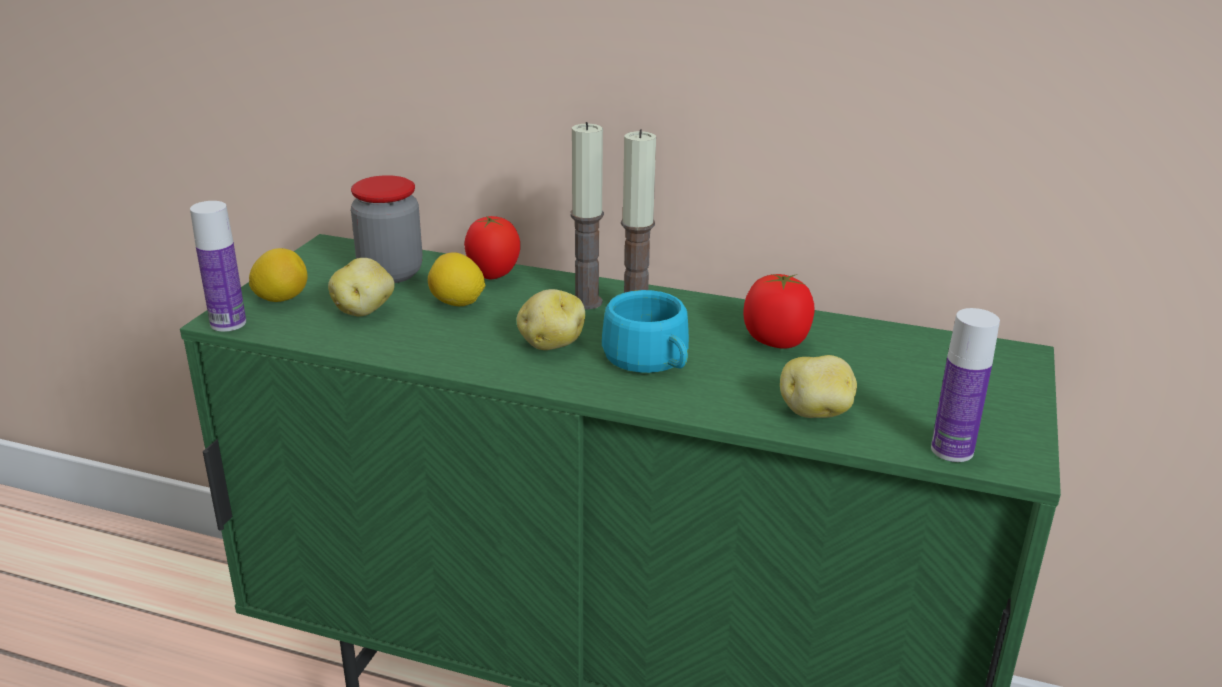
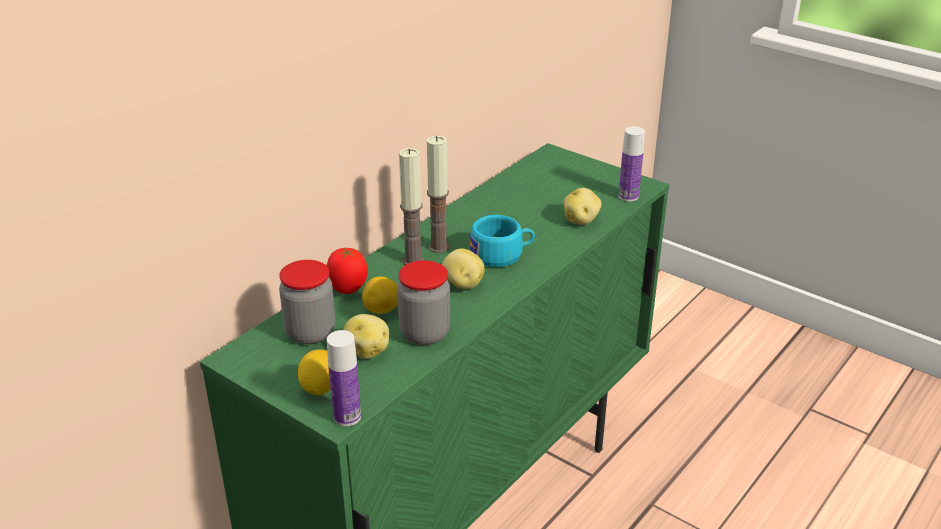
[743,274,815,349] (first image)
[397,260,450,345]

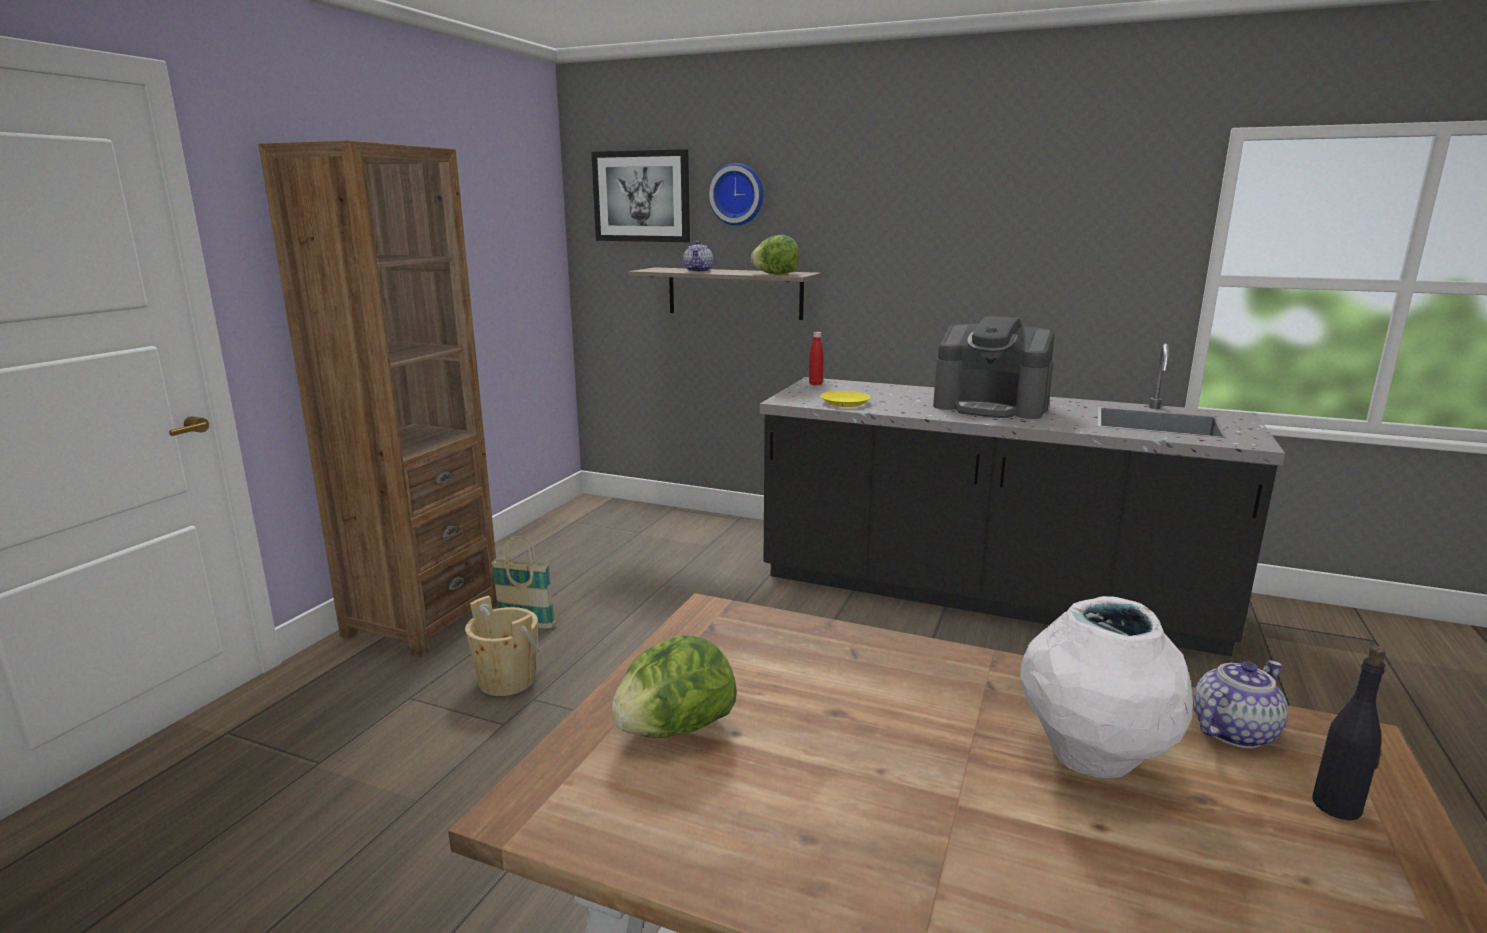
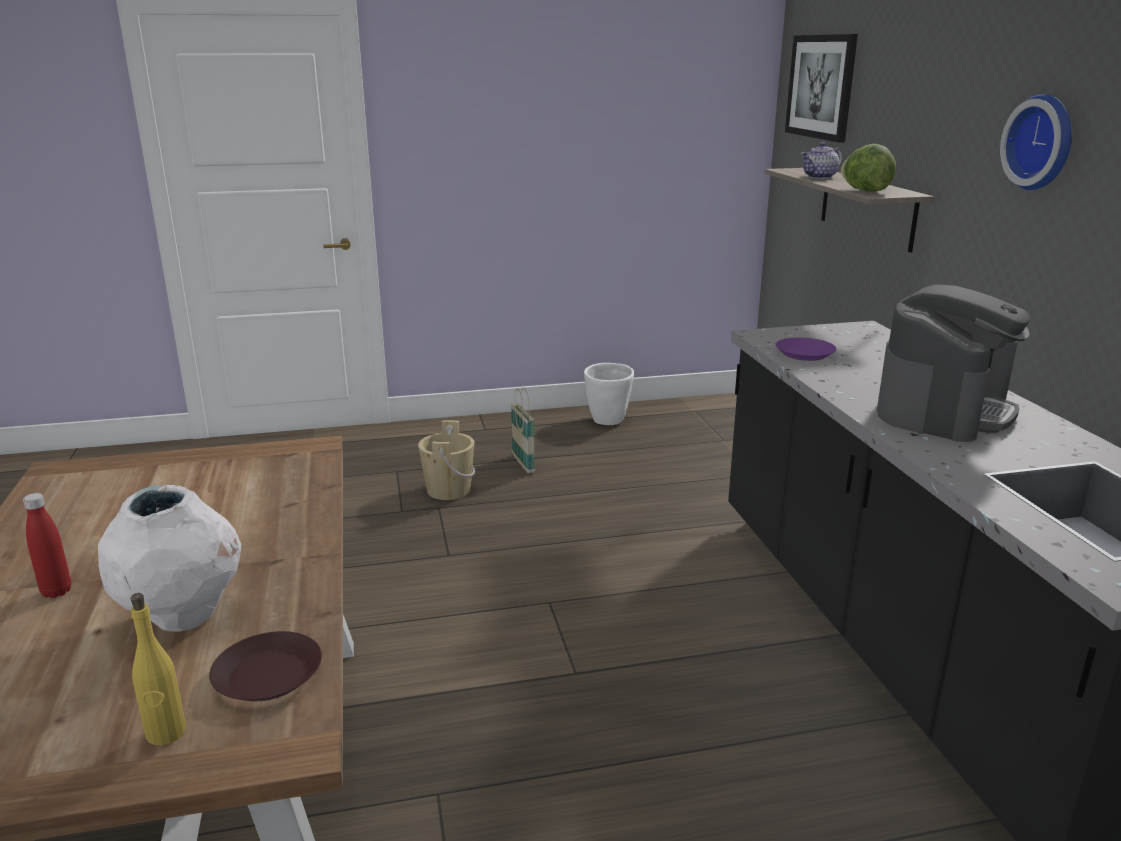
[258,140,497,657] (first image)
[611,636,737,738] (first image)
[1000,94,1072,190]
[23,493,71,598]
[775,337,836,361]
[877,284,1030,442]
[209,631,322,701]
[131,593,186,745]
[584,363,634,425]

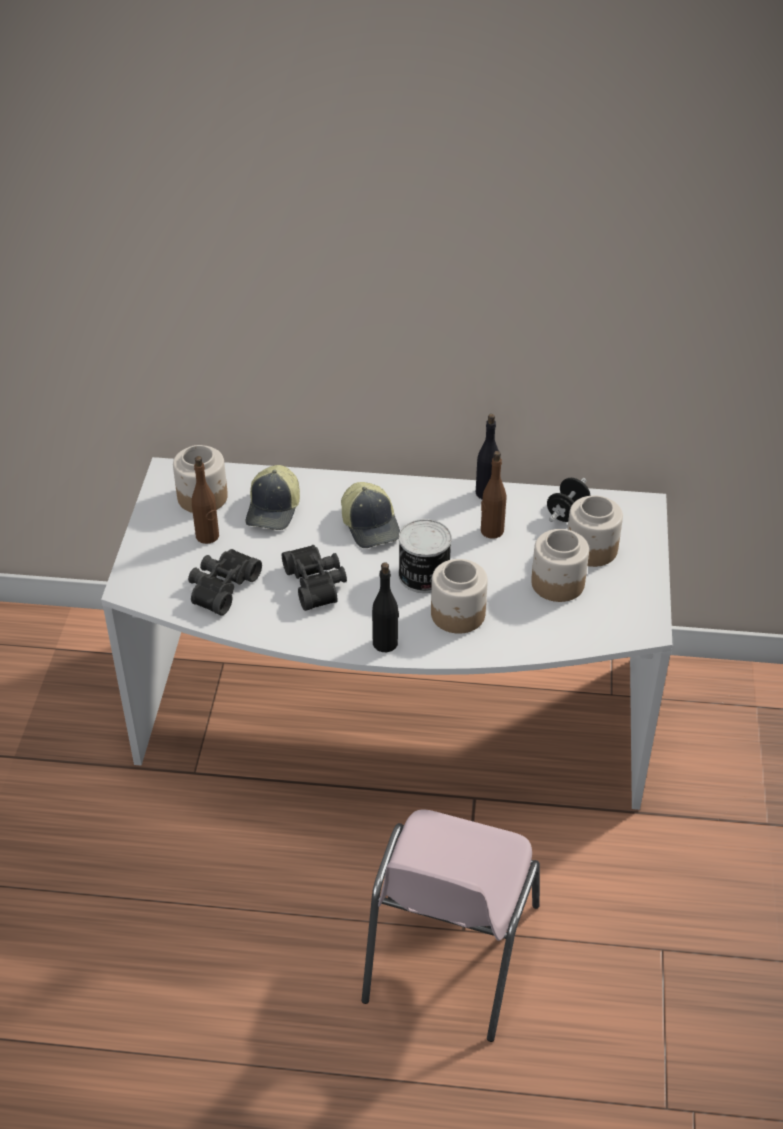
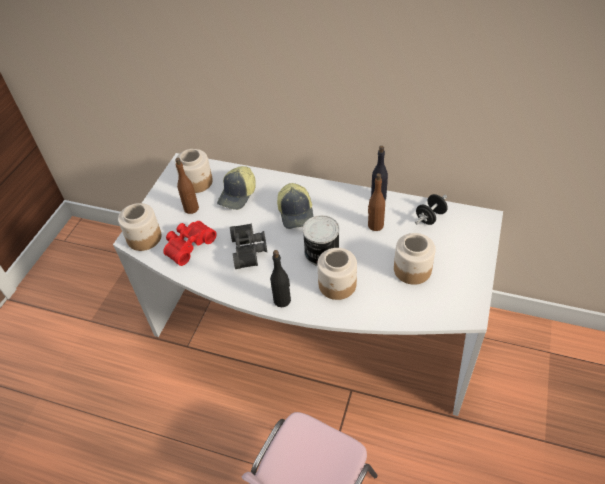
[163,221,217,266]
[118,203,161,251]

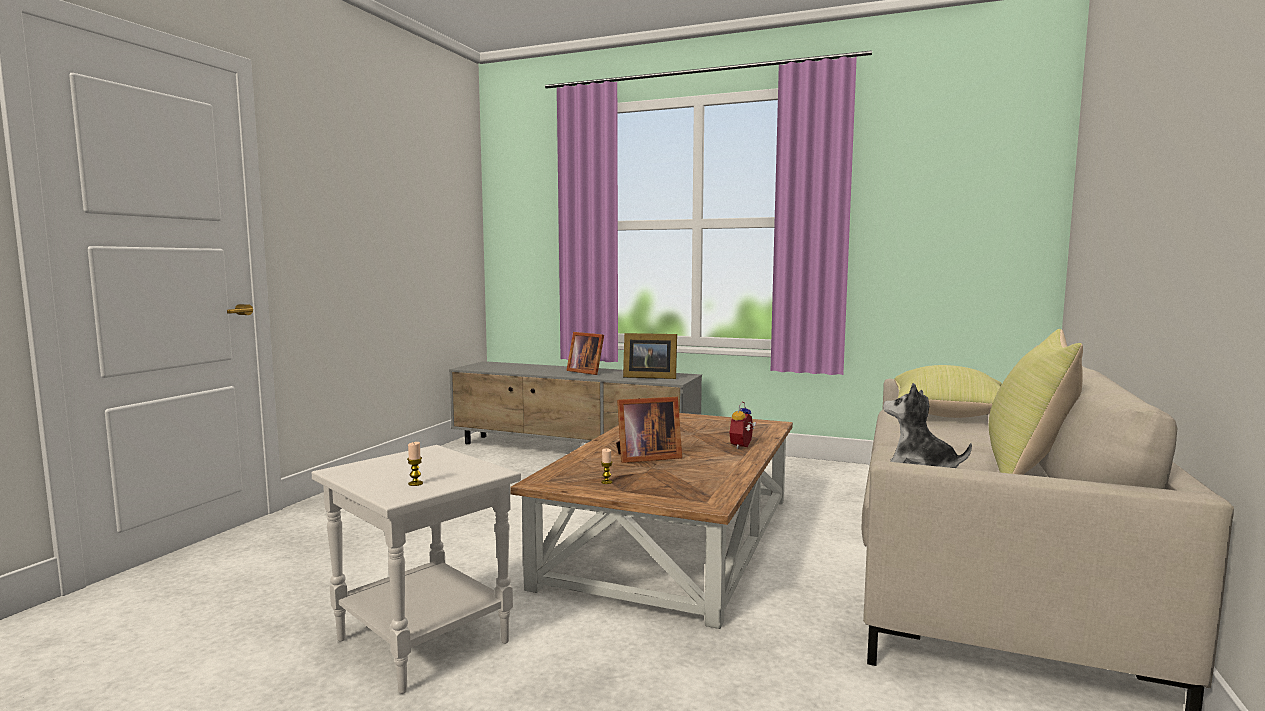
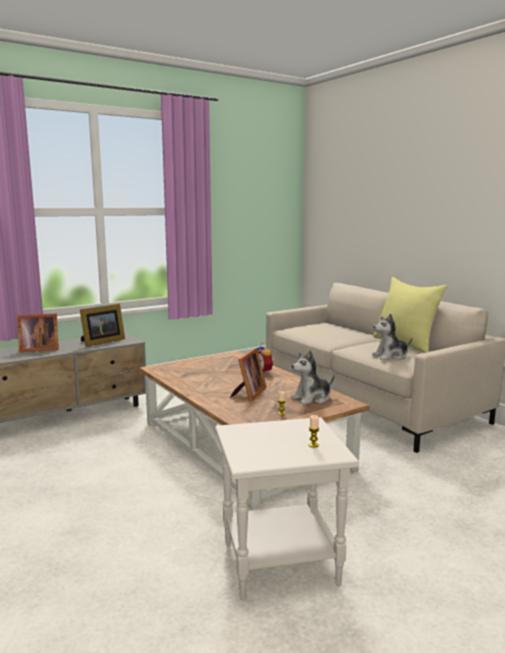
[894,365,1002,418] (first image)
[291,350,334,405]

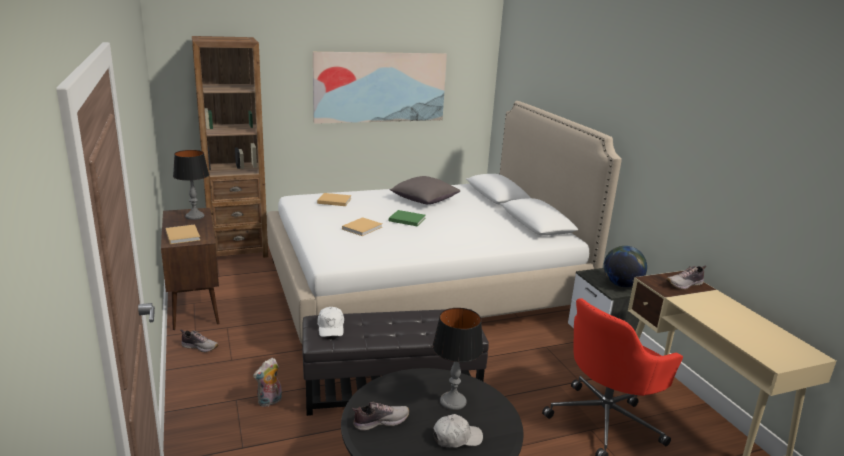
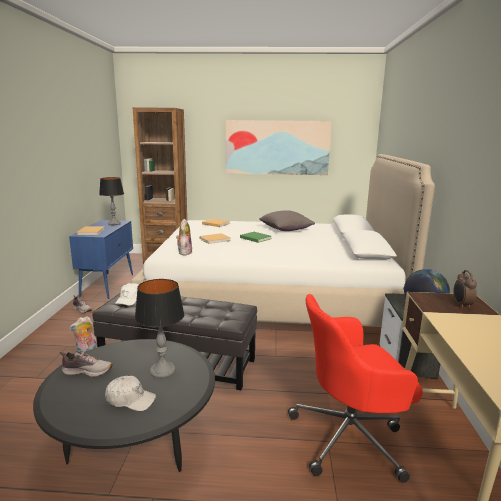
[69,220,133,299]
[453,270,477,309]
[176,219,192,255]

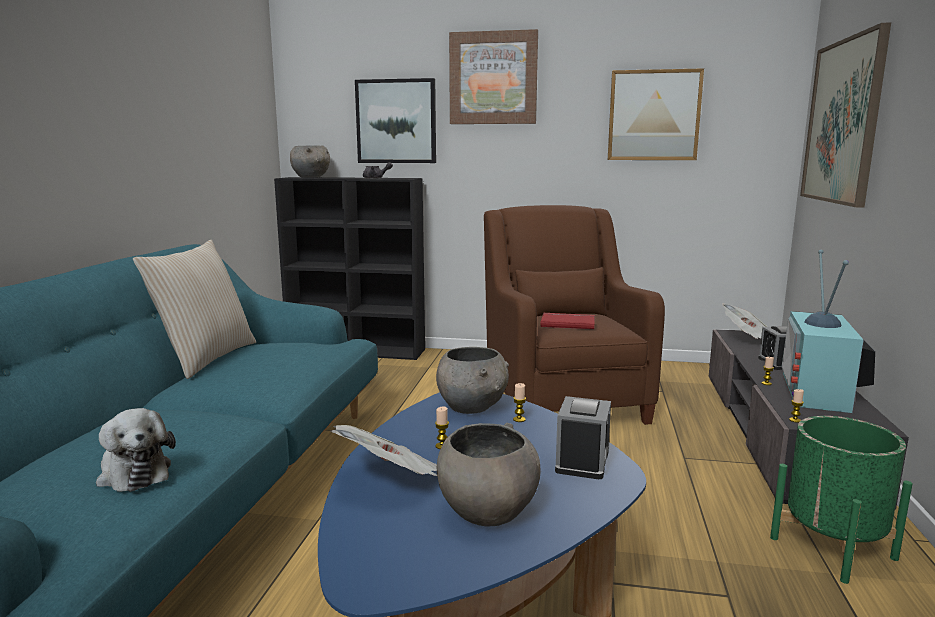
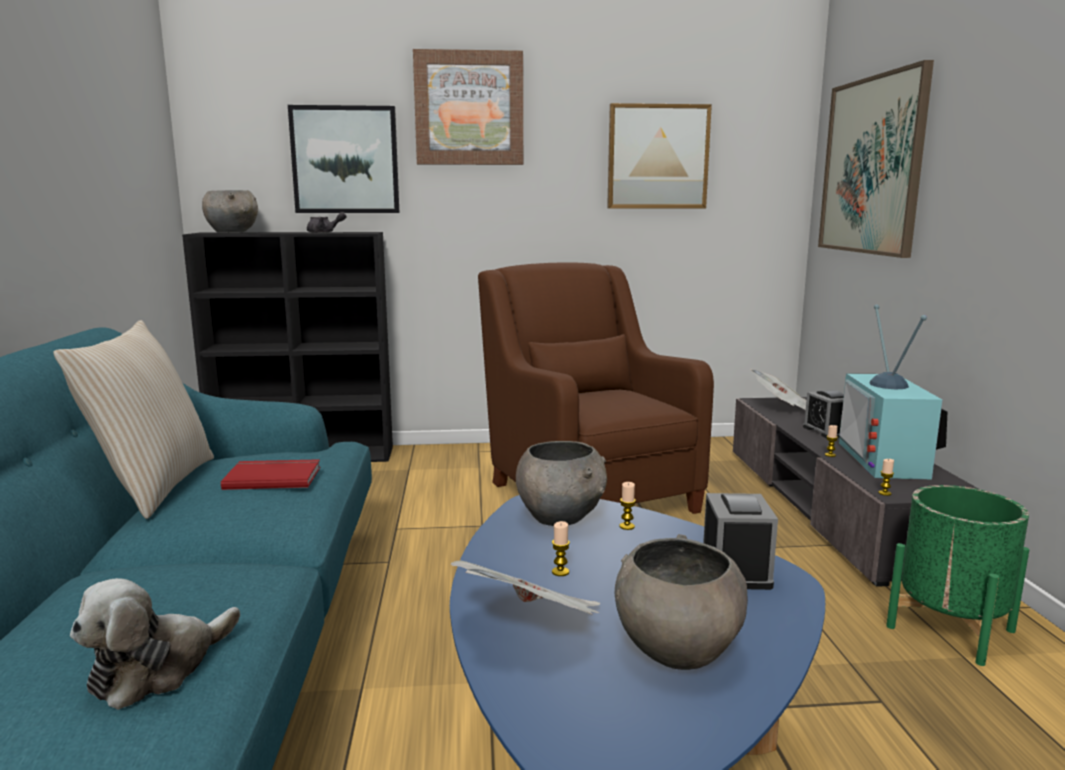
[70,578,240,710]
[221,459,320,490]

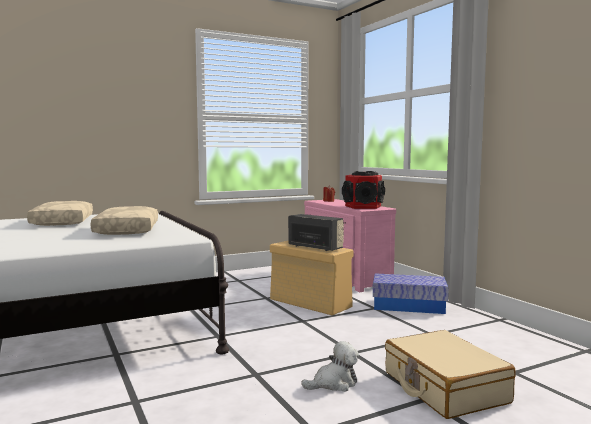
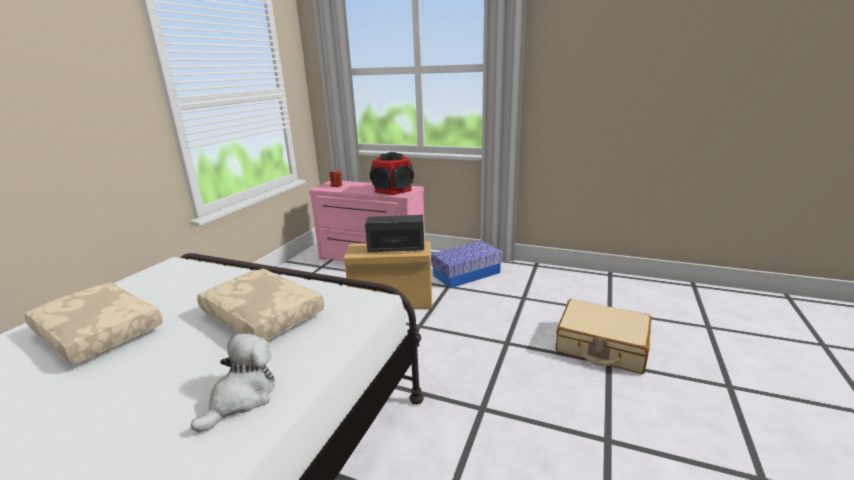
[191,334,275,432]

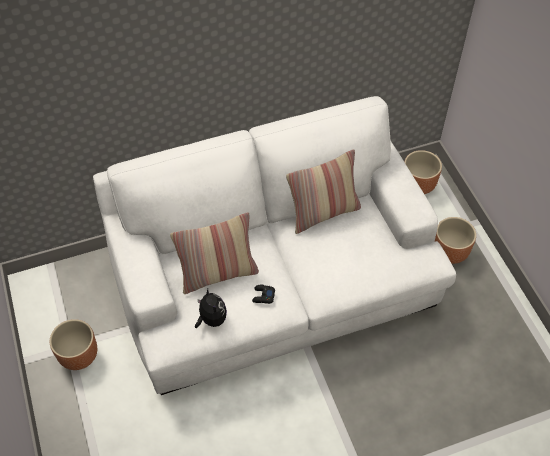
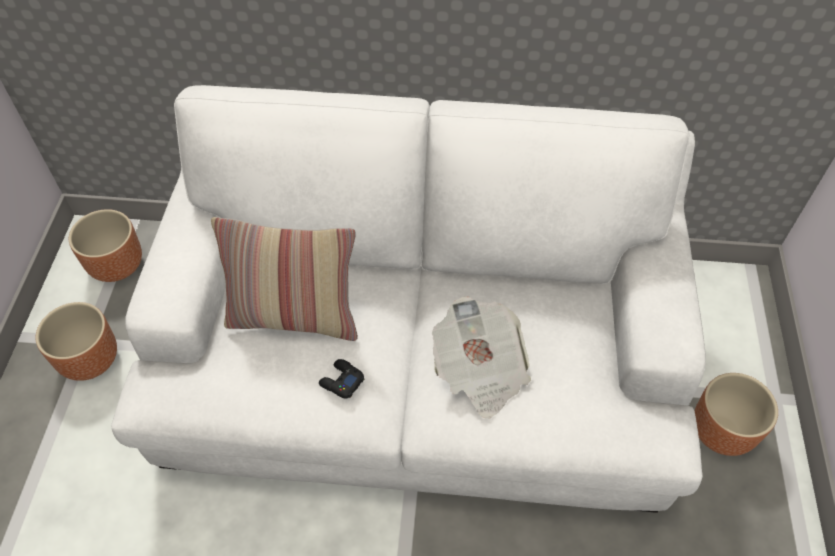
[195,289,227,328] (first image)
[286,149,361,234] (first image)
[69,209,142,282]
[432,296,531,419]

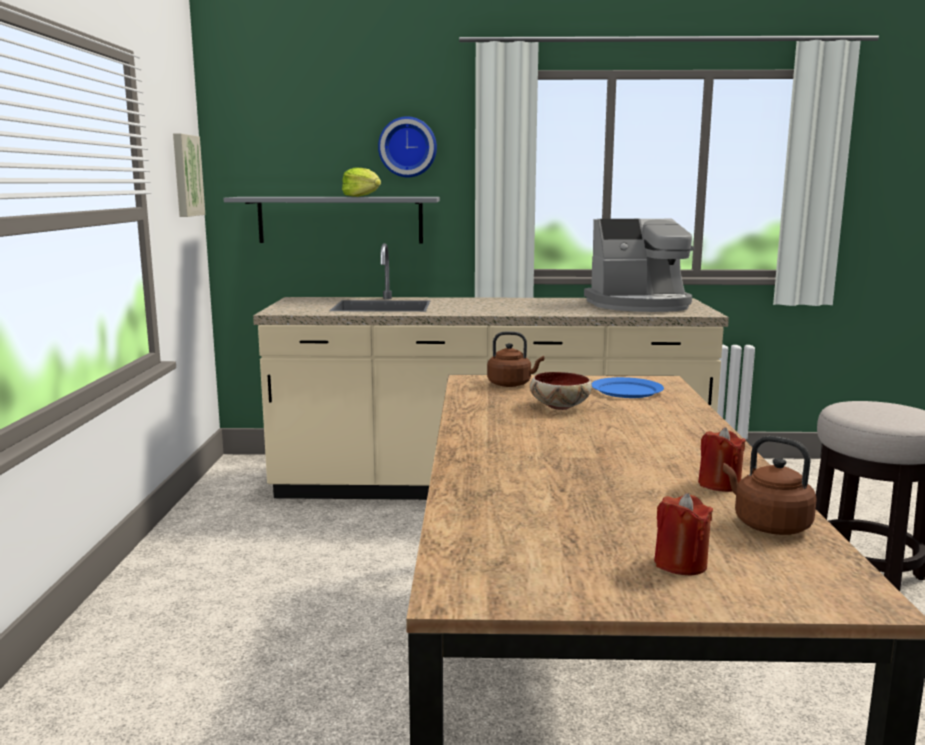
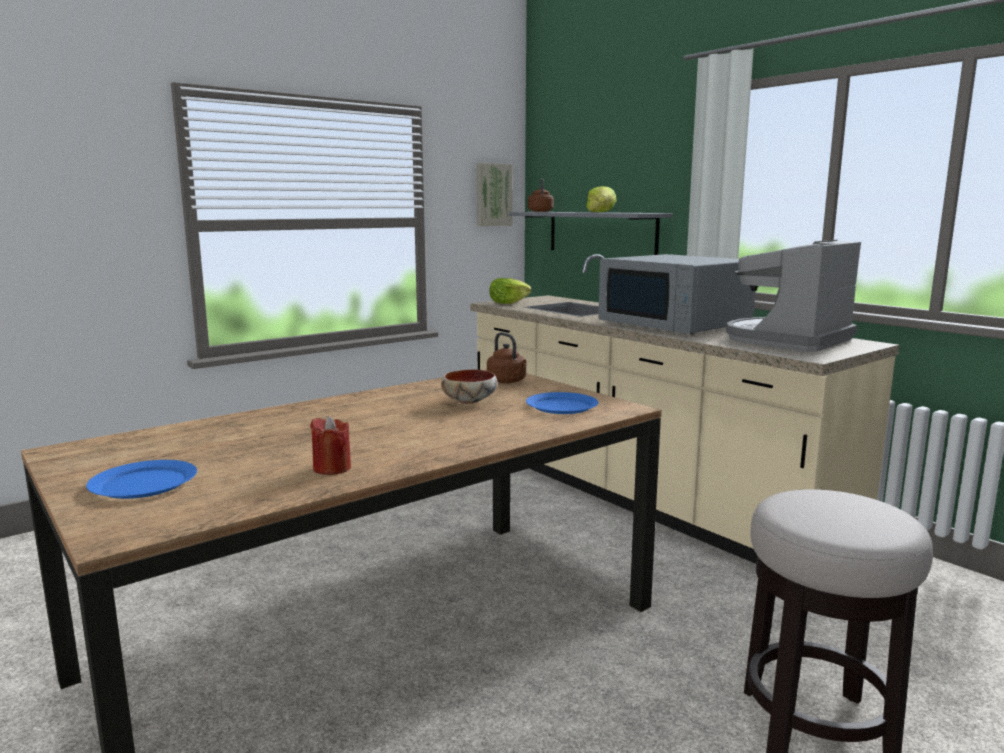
[378,116,437,177] (first image)
[726,240,861,352]
[86,460,197,499]
[528,178,554,212]
[489,278,531,304]
[598,254,755,334]

